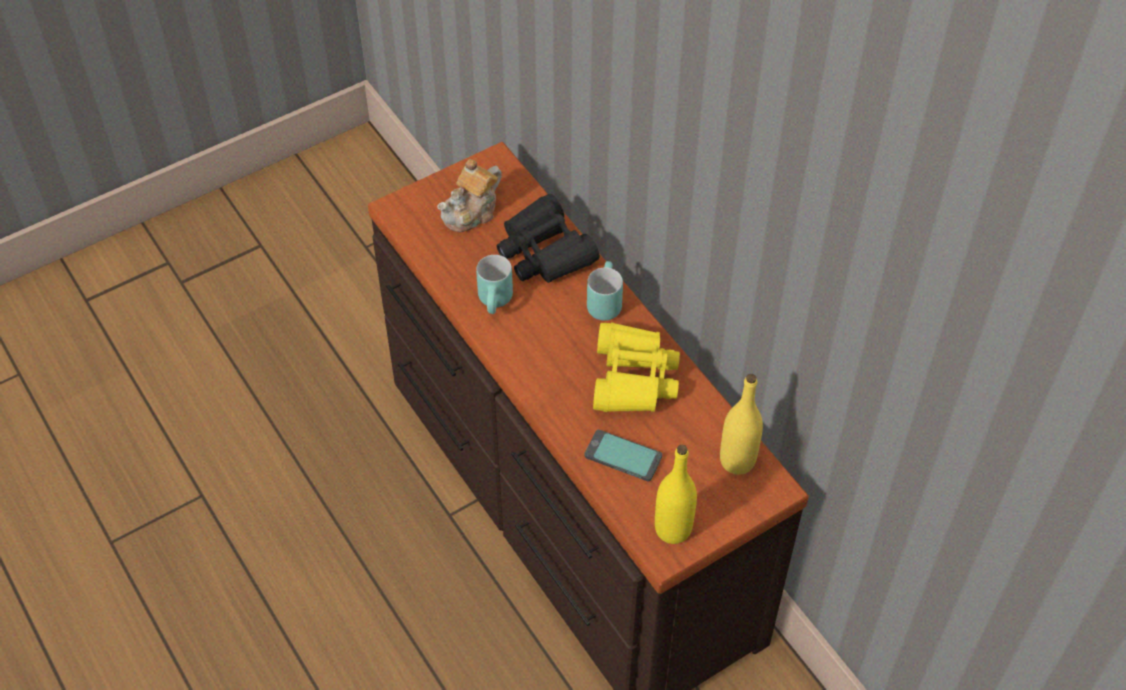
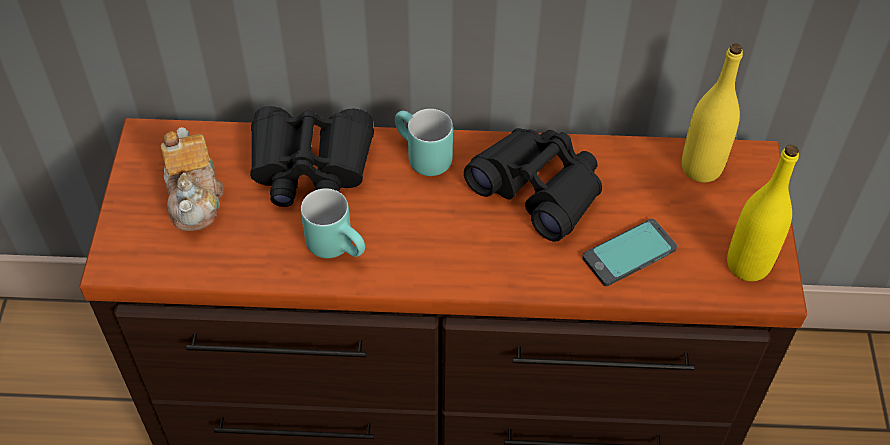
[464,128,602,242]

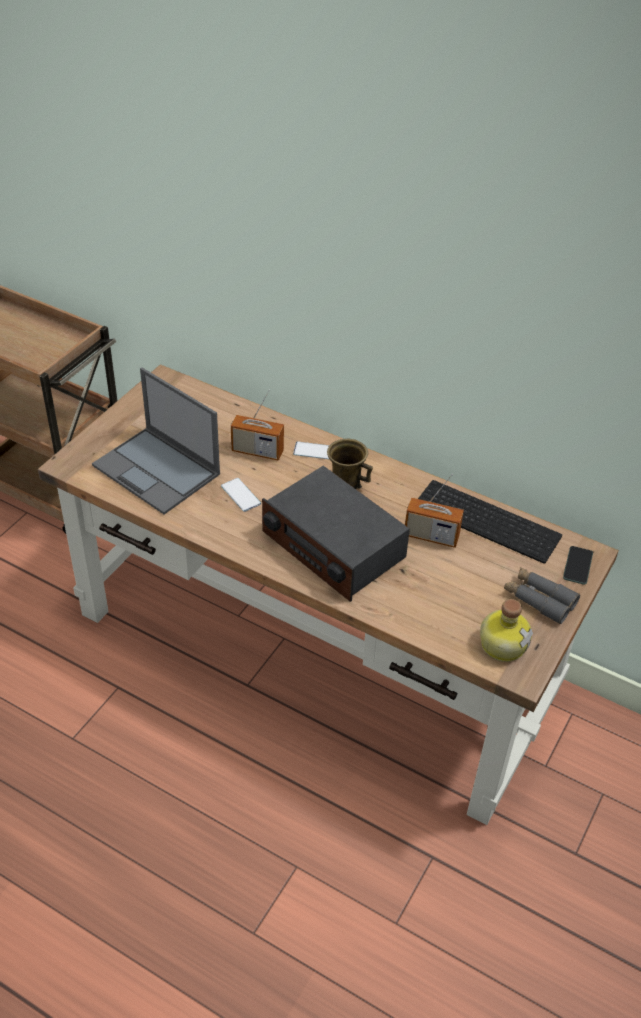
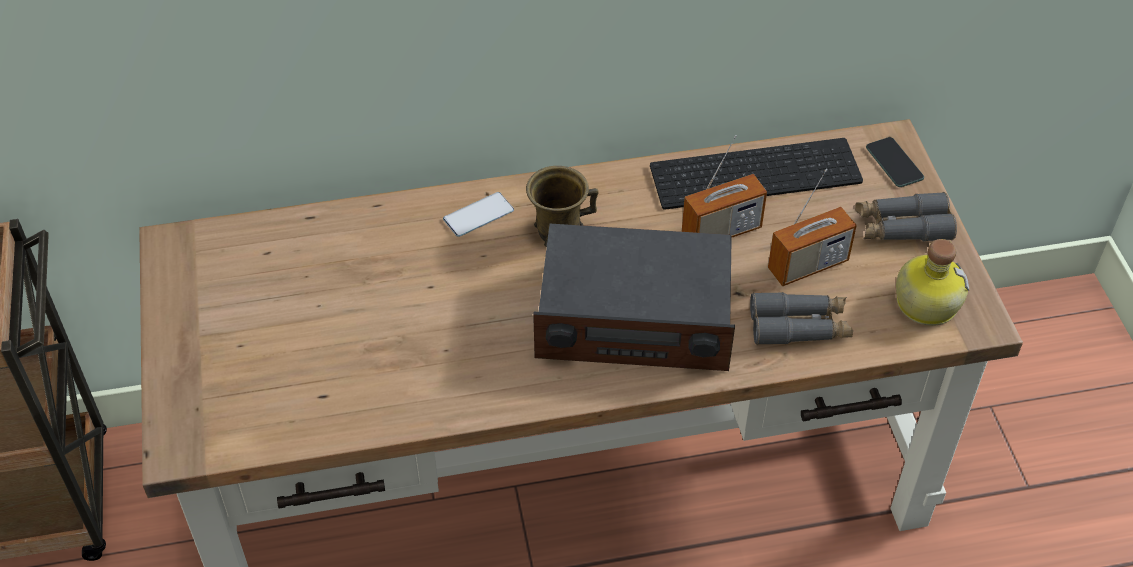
[92,367,220,514] (first image)
[221,478,261,512] (first image)
[768,169,857,286]
[750,292,853,345]

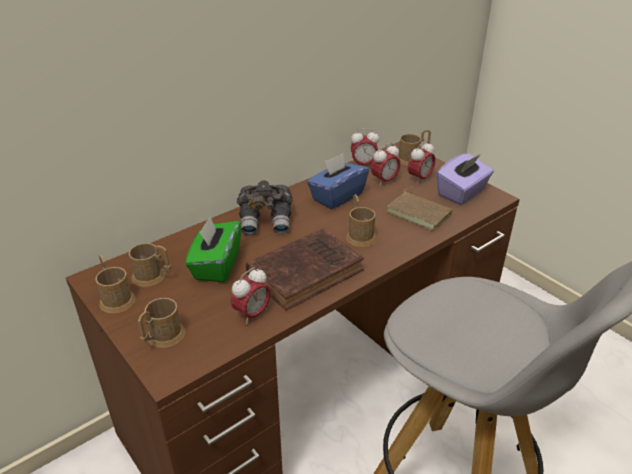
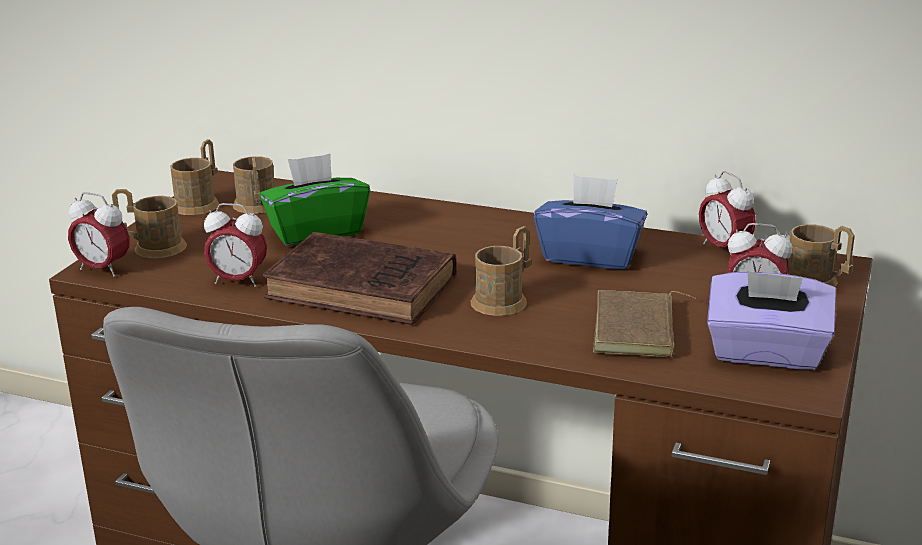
[237,180,293,235] (first image)
[68,192,130,277]

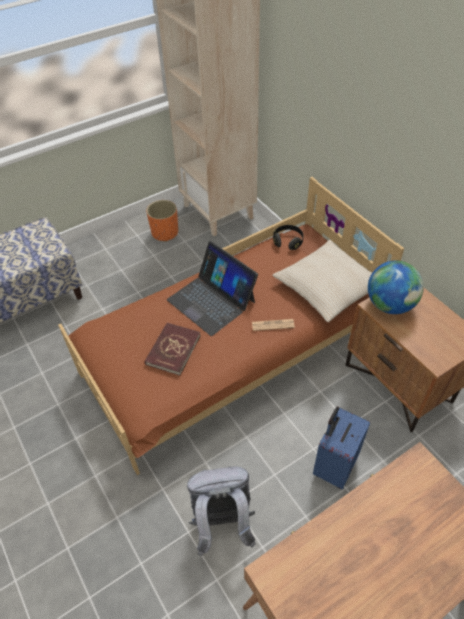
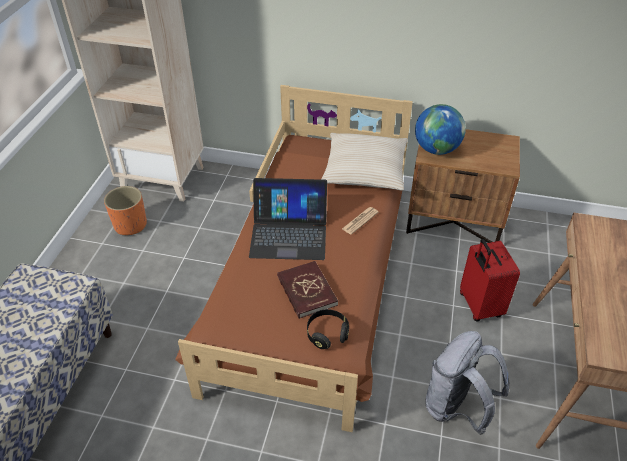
[307,309,349,349]
[460,239,520,321]

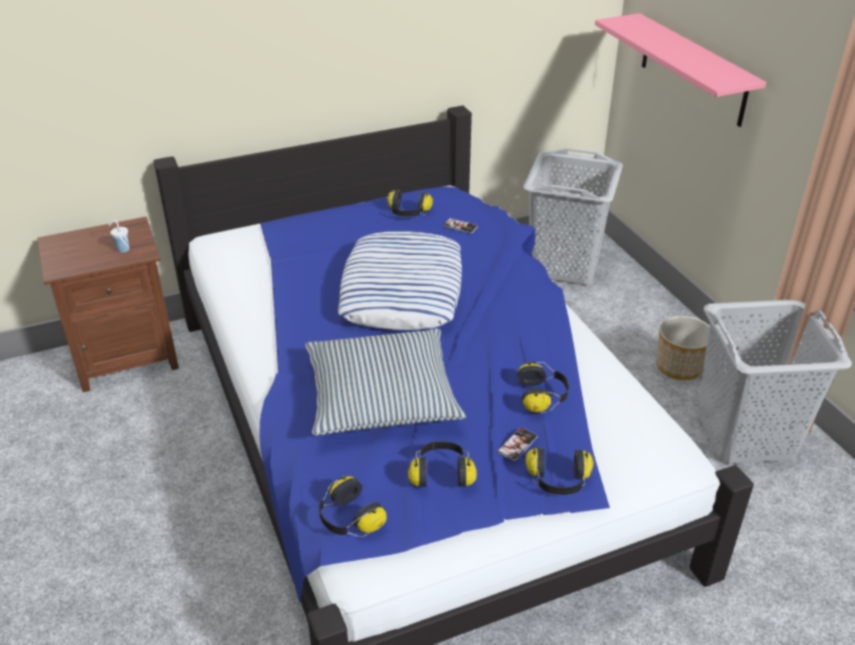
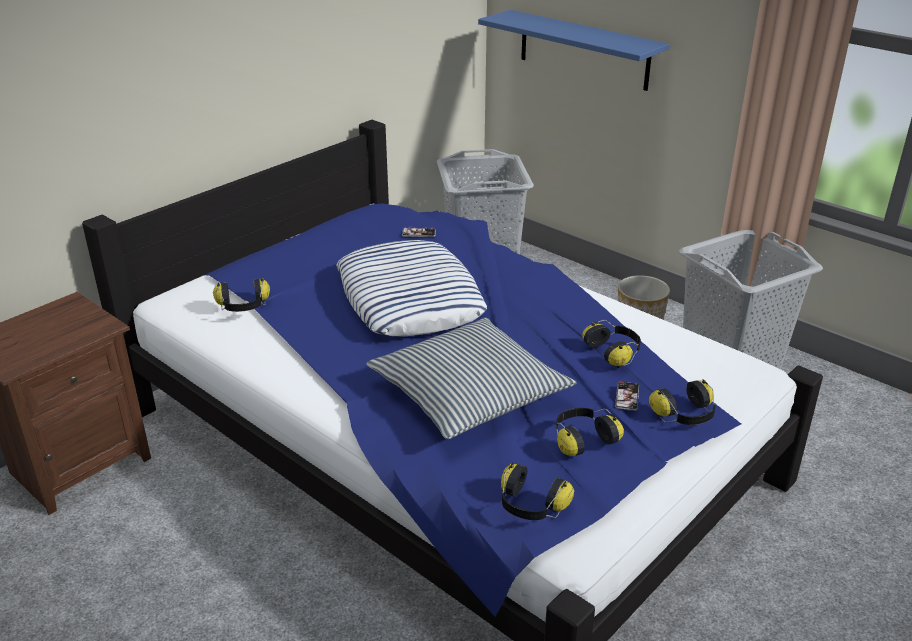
[108,220,129,253] (first image)
[213,278,270,312]
[478,10,670,91]

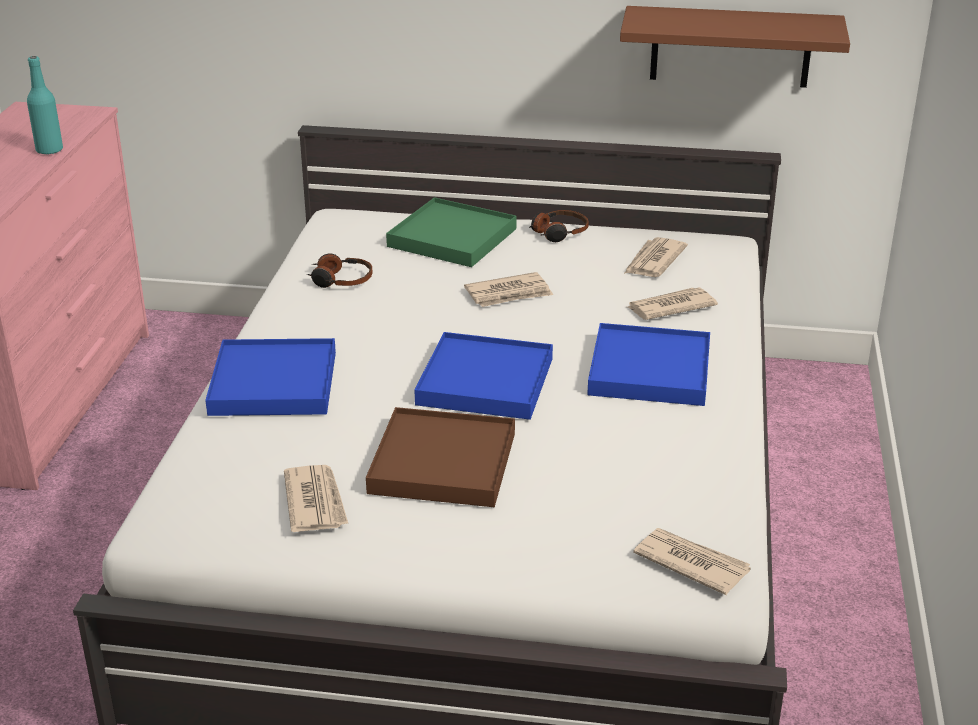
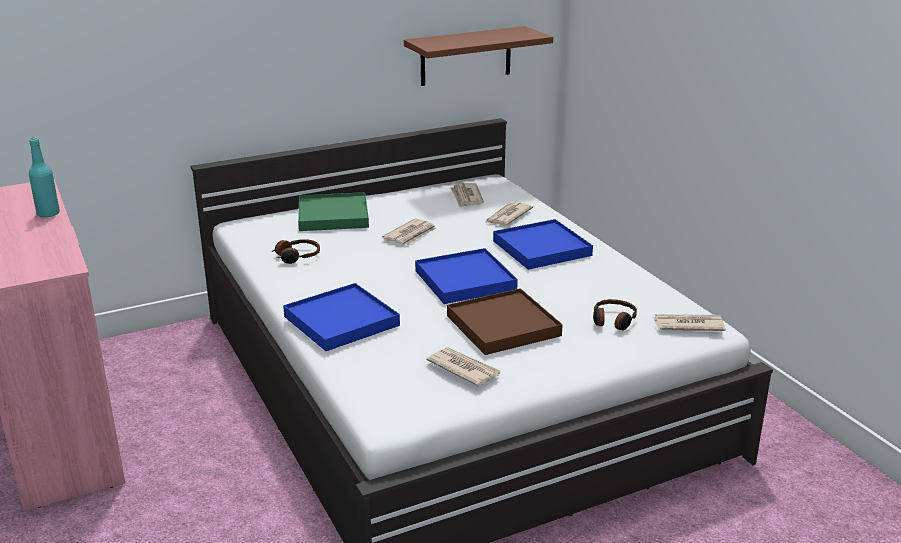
[593,299,637,330]

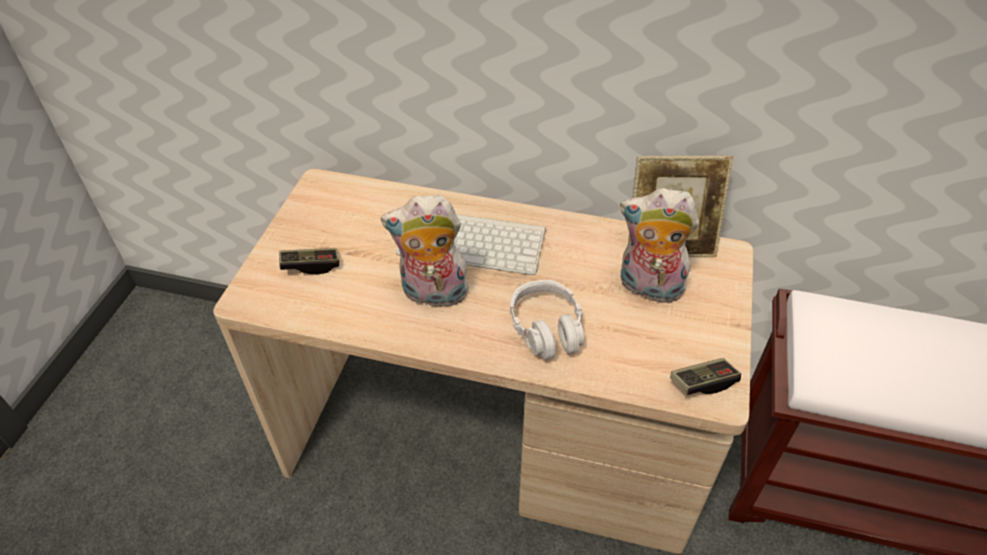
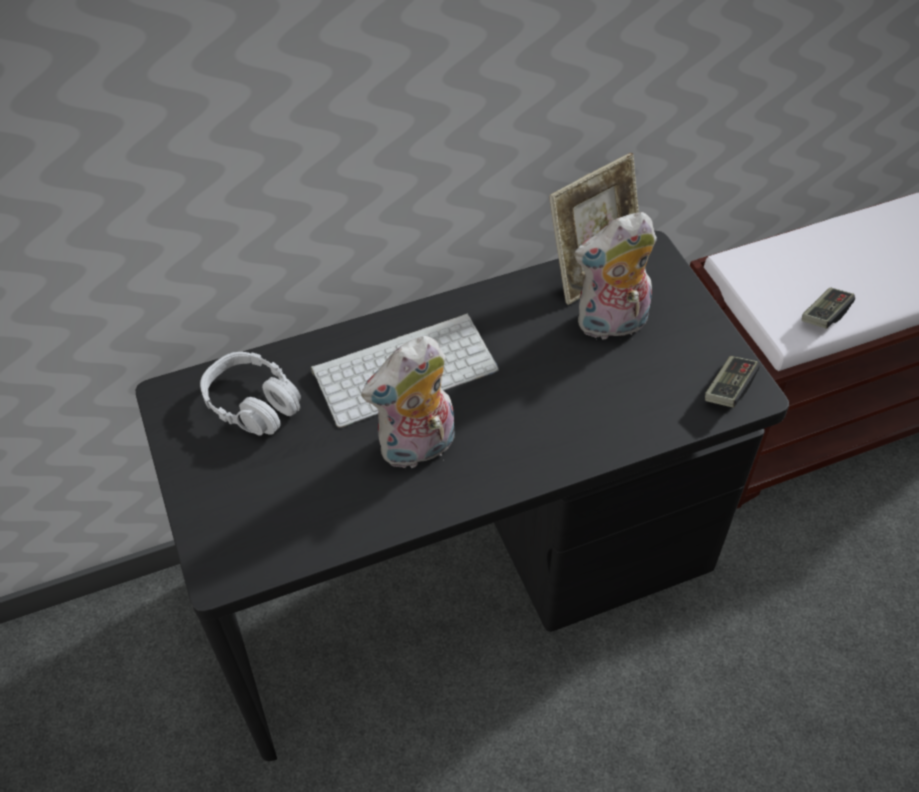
[136,231,789,761]
[802,288,855,328]
[200,352,301,435]

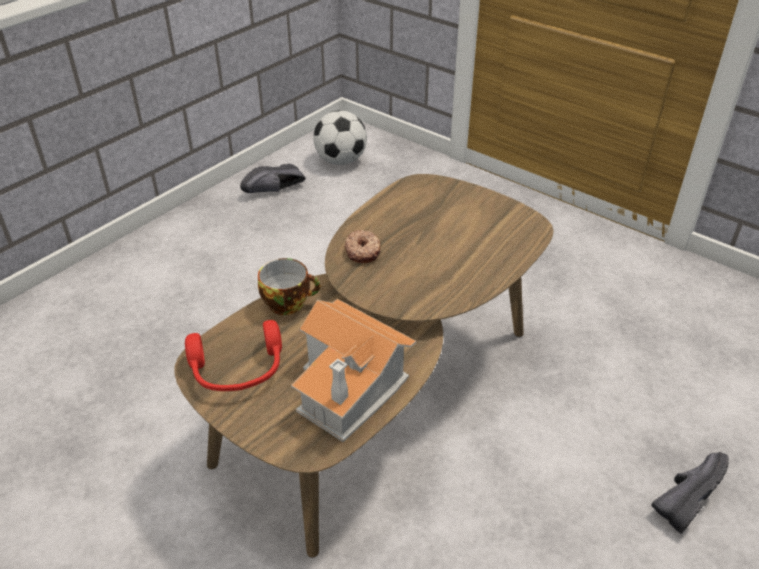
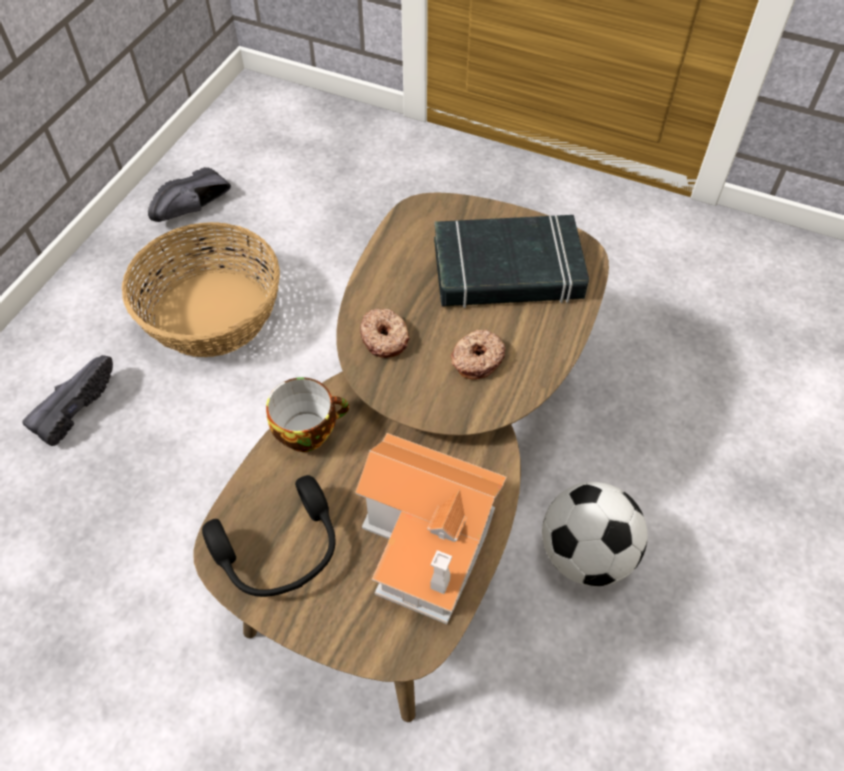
[202,475,336,597]
[542,482,648,587]
[22,355,113,446]
[122,222,280,357]
[434,215,589,308]
[451,329,506,380]

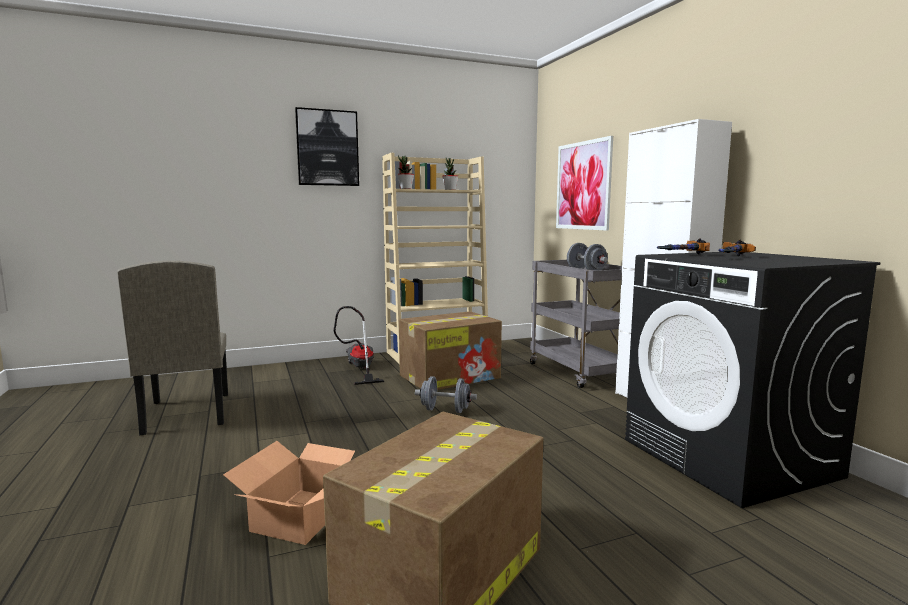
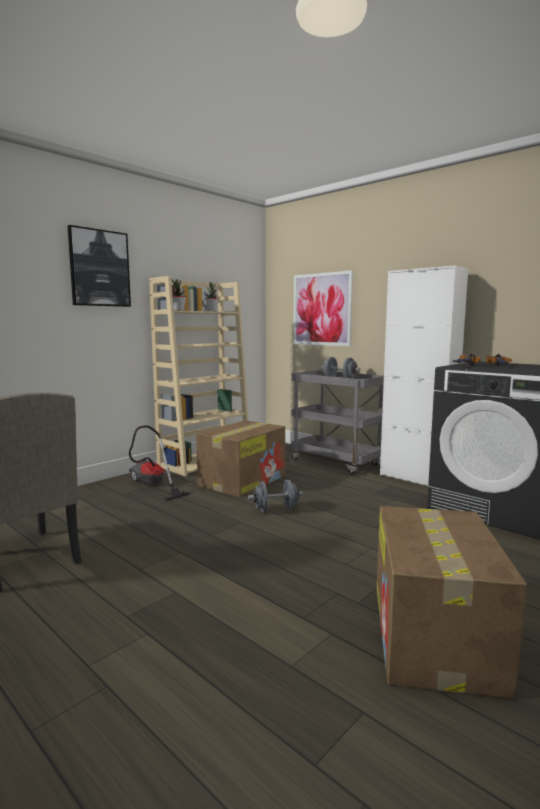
[223,441,355,545] (first image)

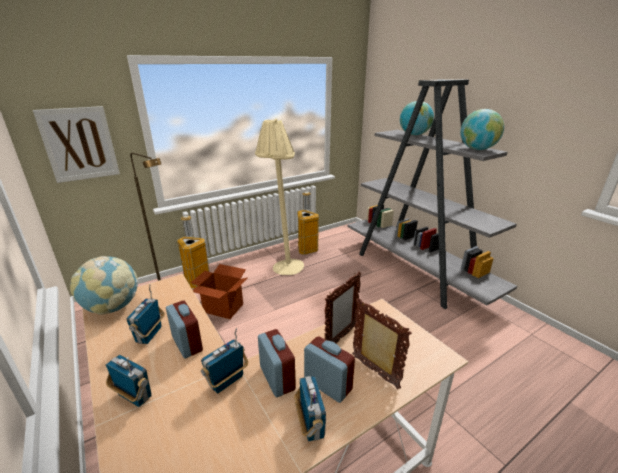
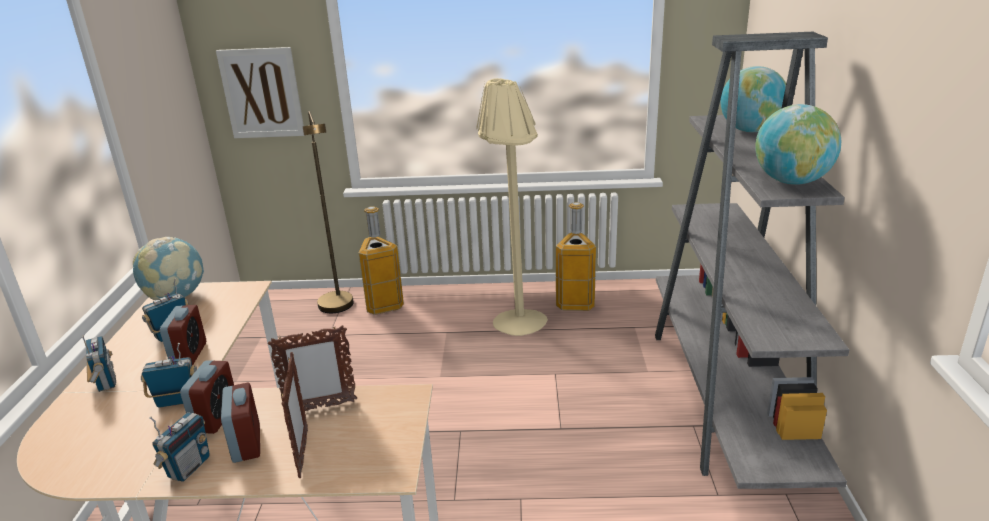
[191,264,247,319] (first image)

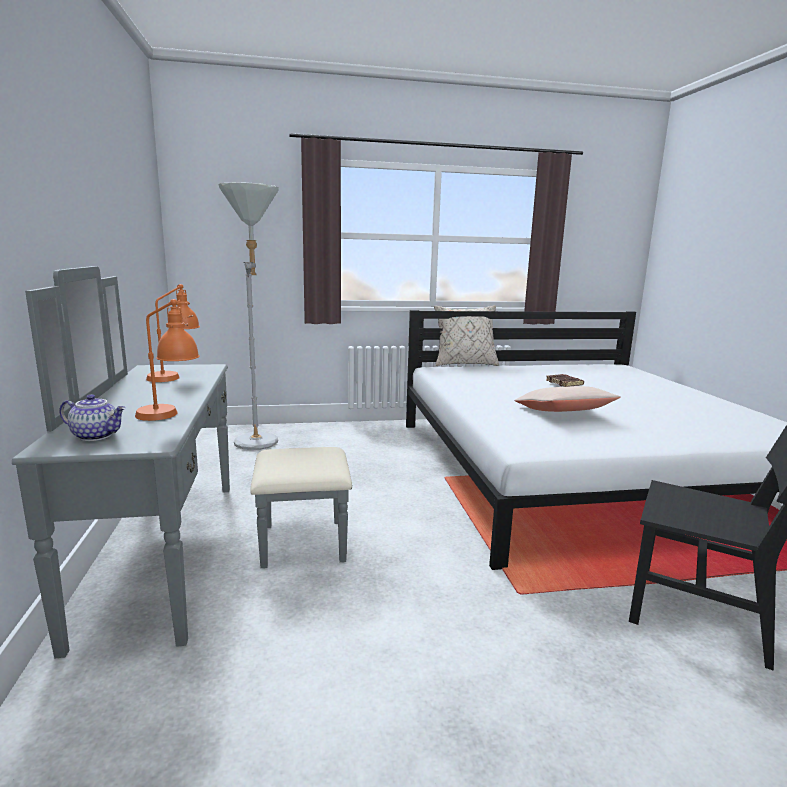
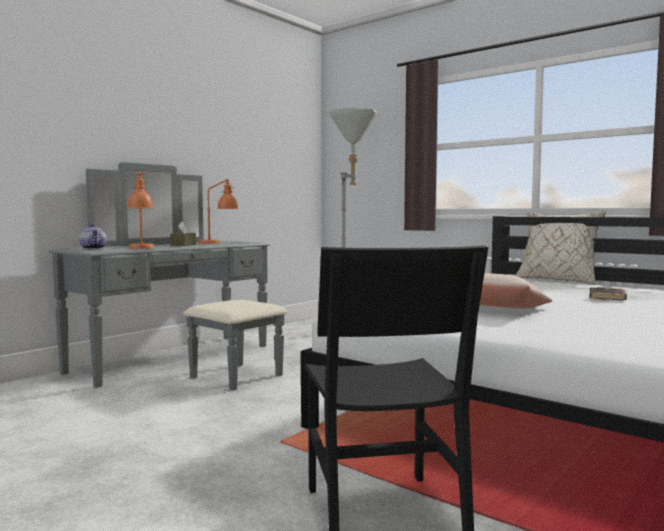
[170,222,196,246]

